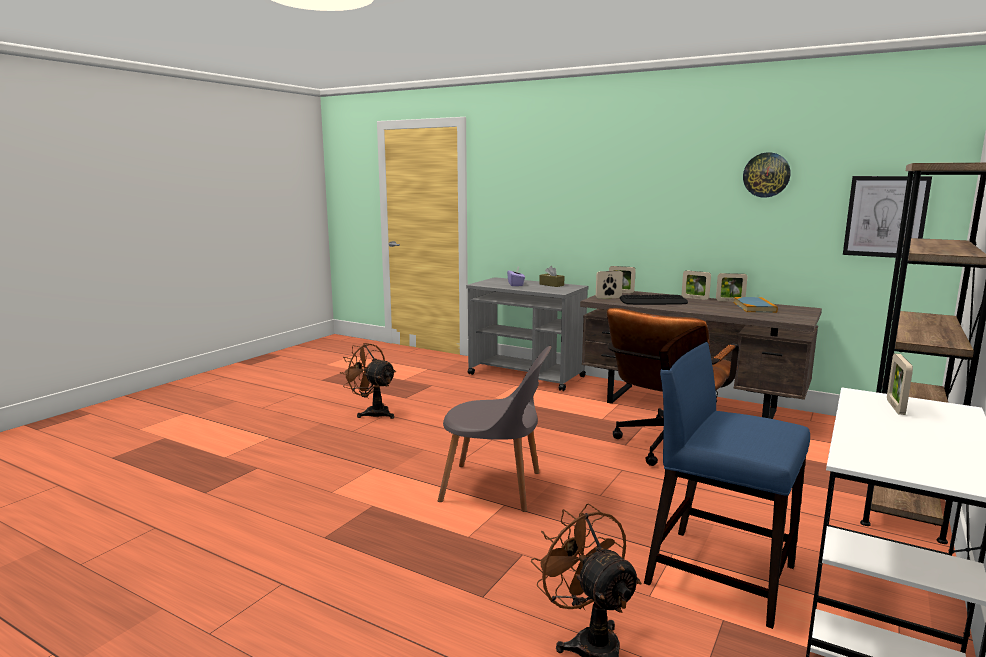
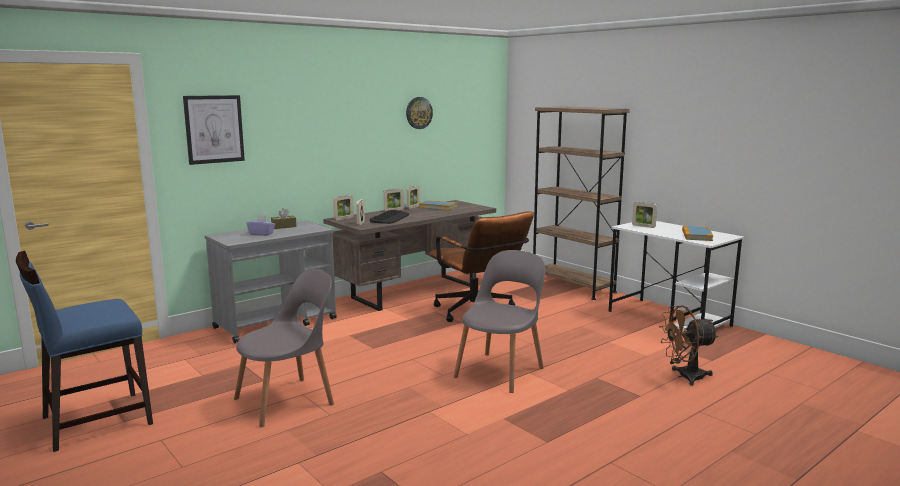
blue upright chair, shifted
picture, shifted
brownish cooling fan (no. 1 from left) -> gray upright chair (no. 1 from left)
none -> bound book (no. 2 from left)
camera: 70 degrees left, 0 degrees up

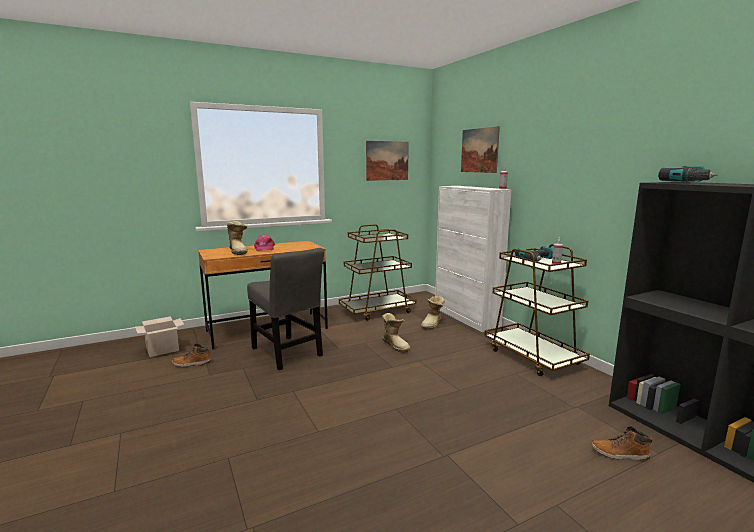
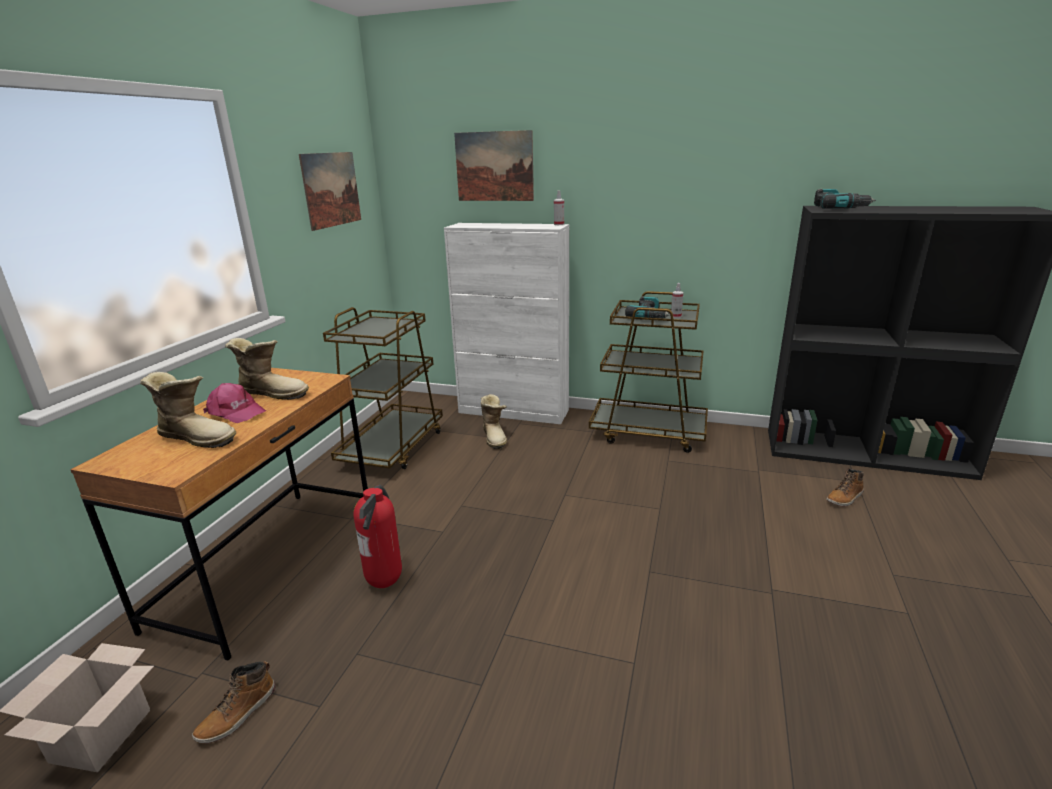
high-top boot (no. 3 from left), shifted
gray upright chair -> extinguisher
camera: 45 degrees left, 10 degrees up

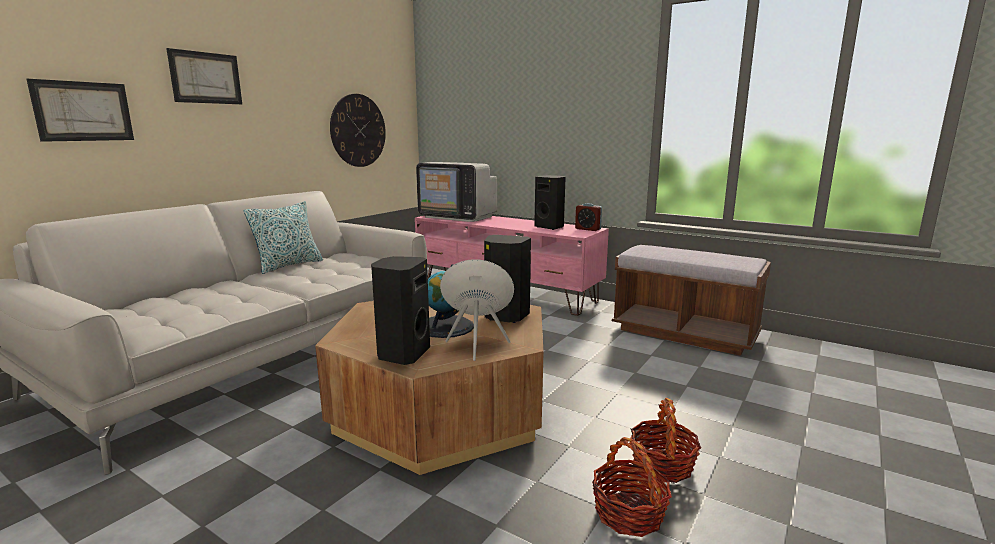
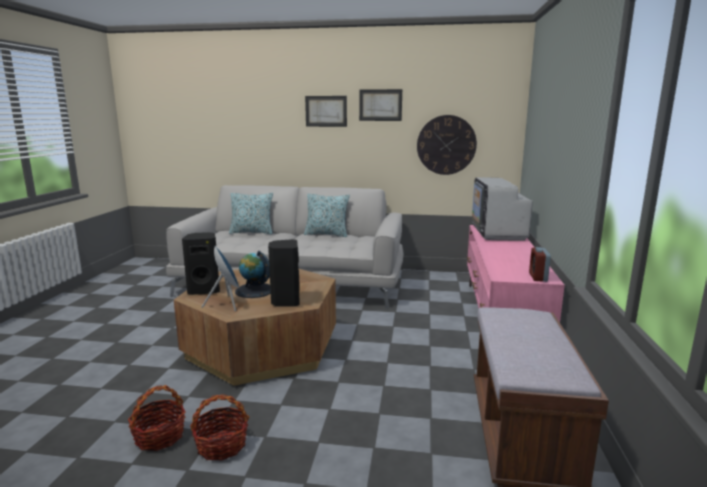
none -> cushion (no. 1 from left)
picture (no. 1 from left in the first image) -> picture (no. 2 from left), shifted
black-coloured loudspeaker (no. 3 from left) -> none
camera: 65 degrees right, 0 degrees up

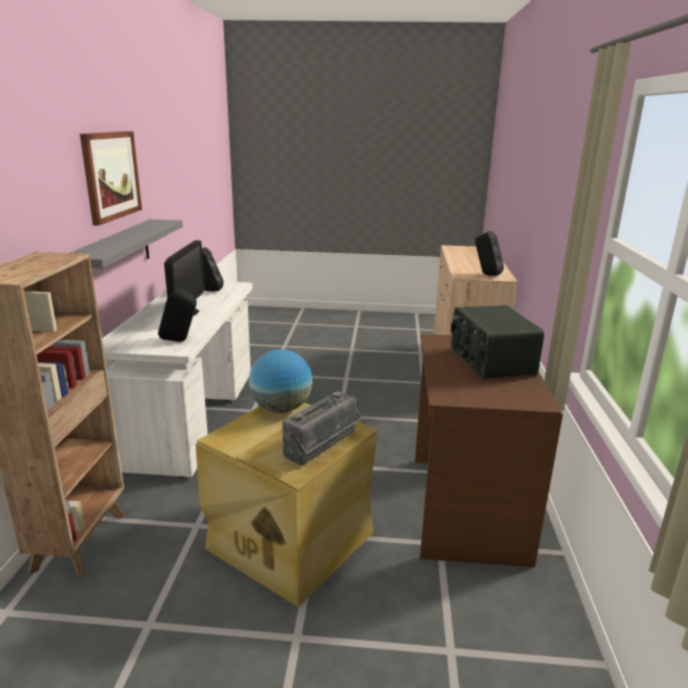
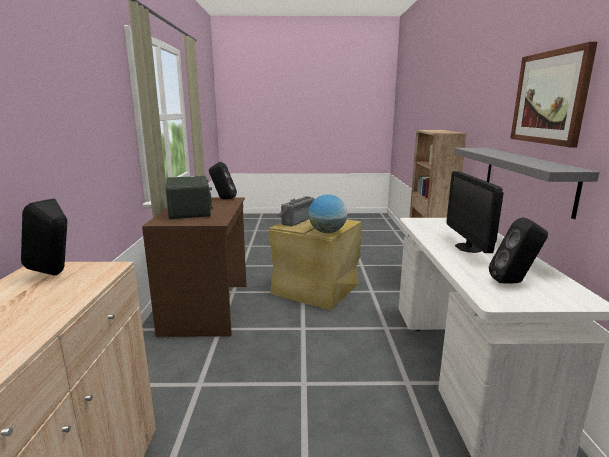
black-coloured loudspeaker (no. 1 from left in the first image) -> black-coloured loudspeaker (no. 2 from left), shifted
camera: 175 degrees right, 5 degrees down

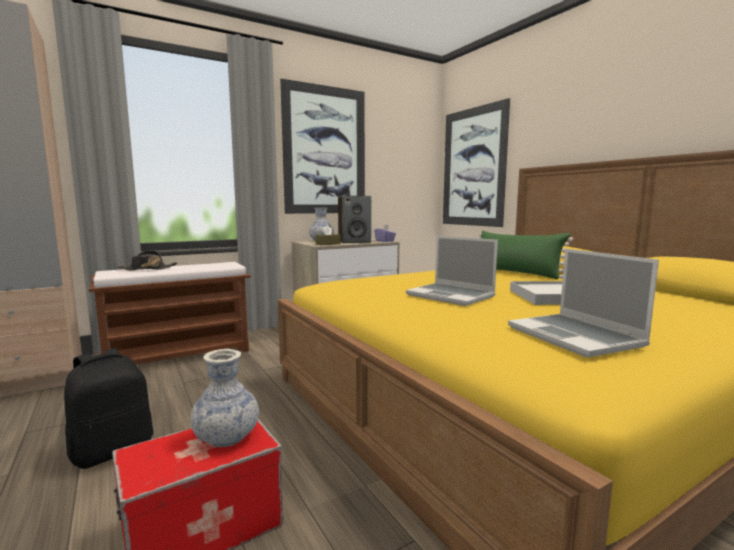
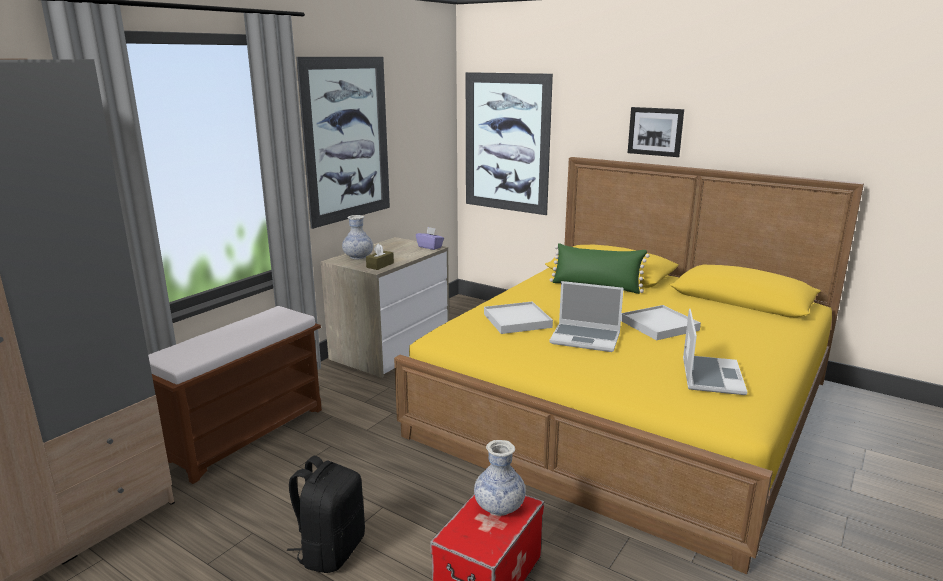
none -> white-coloured carrying tray (no. 1 from left)
none -> picture (no. 3 from left)
portable computer (no. 2 from left), 120 degrees counterclockwise
black-coloured hat -> none
loudspeaker -> none
camera: 25 degrees left, 10 degrees up

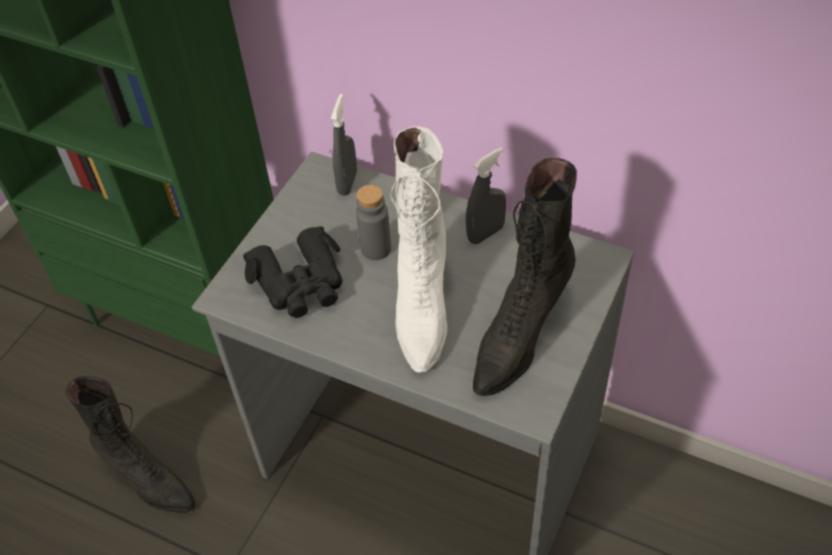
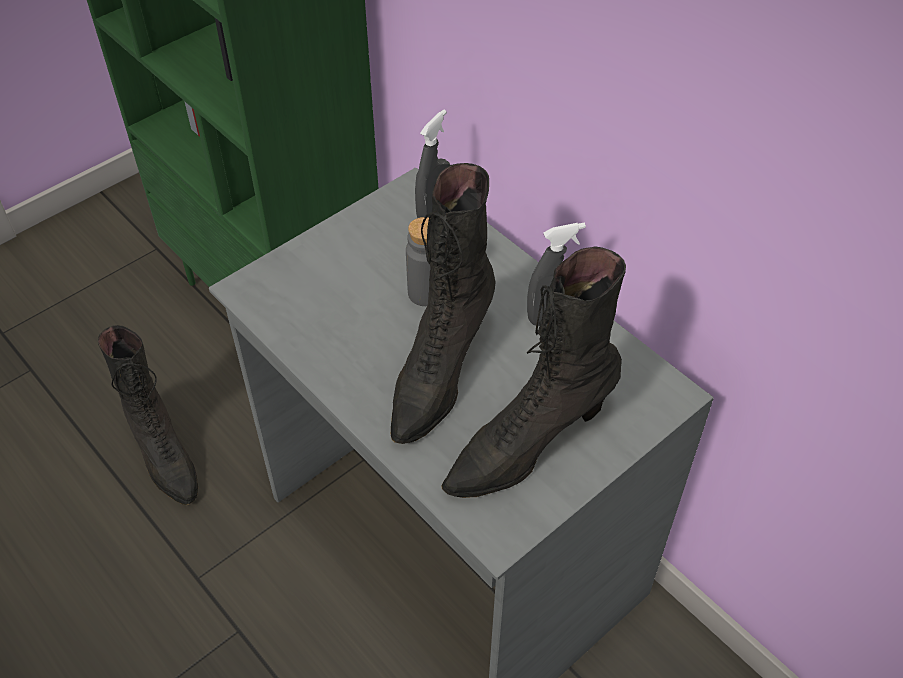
white-coloured high-top boot -> black-coloured high-top boot (no. 2 from left)
black-coloured field glasses -> none
camera: 20 degrees right, 0 degrees up

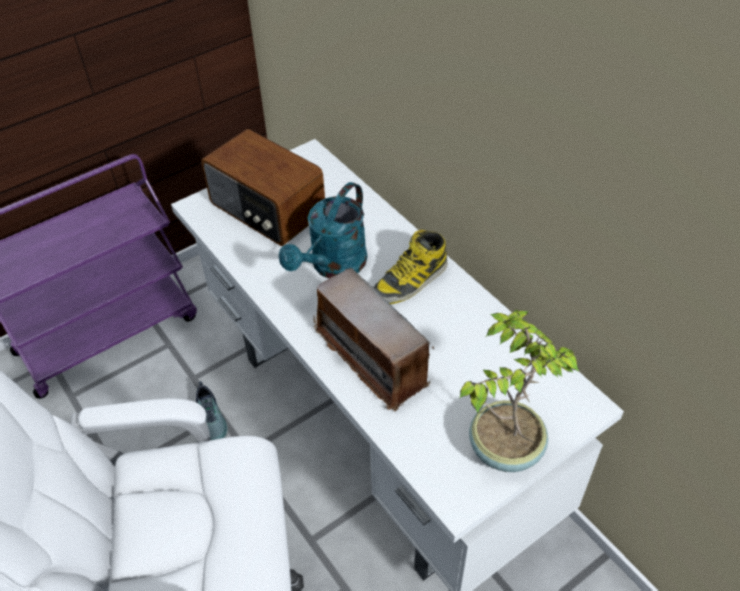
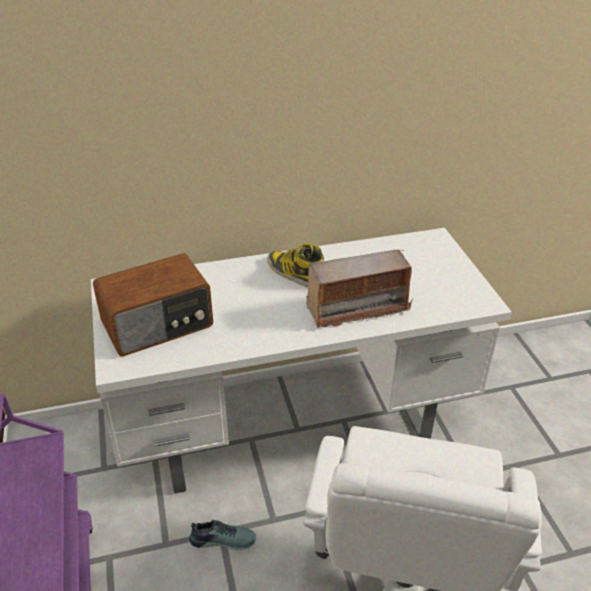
high-top boot, 150 degrees clockwise
blue-green watering pot -> none
potted plant -> none
camera: 70 degrees left, 10 degrees down

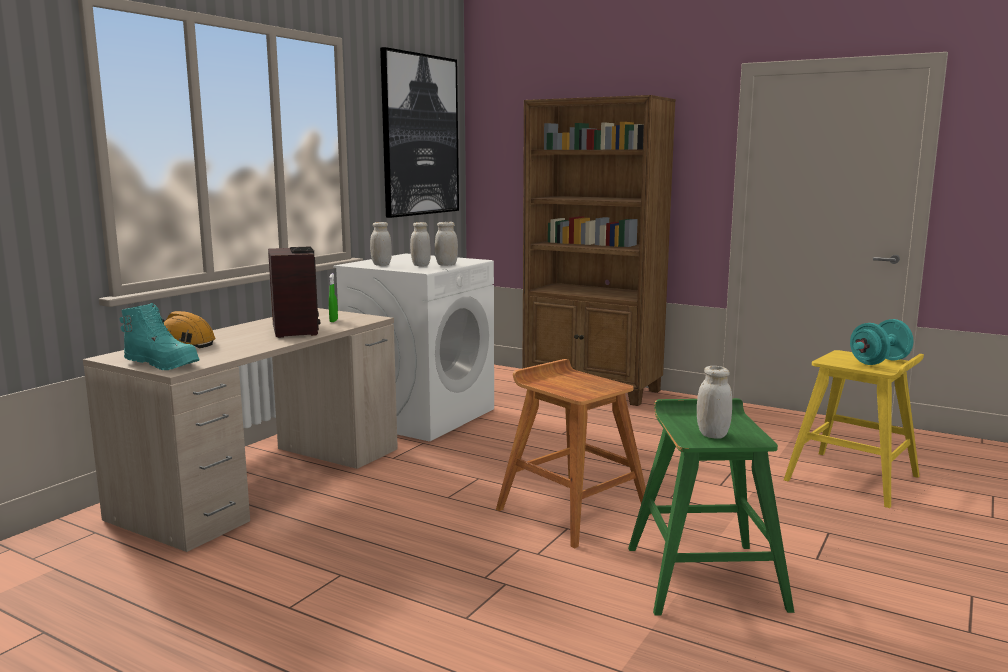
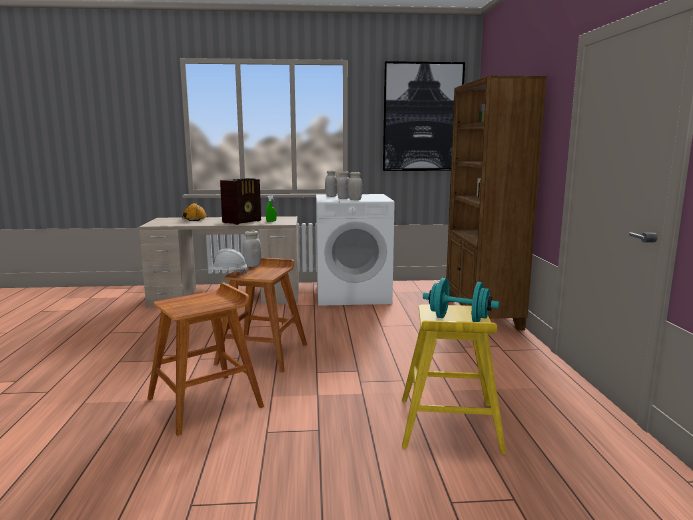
greenish stool seat -> brownish stool seat (no. 1 from left)
none -> white-coloured work helmet
white-coloured jar (no. 4 from left in the first image) -> white-coloured jar (no. 1 from left), shifted
blue-green high-top boot -> none
camera: 55 degrees right, 0 degrees up

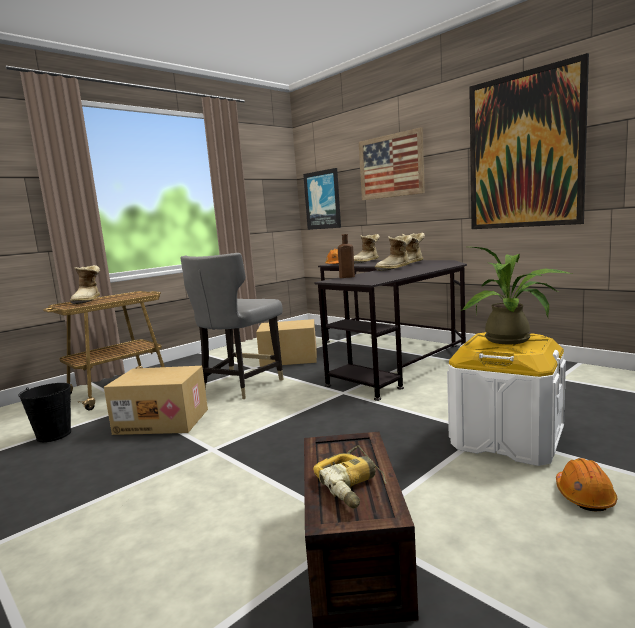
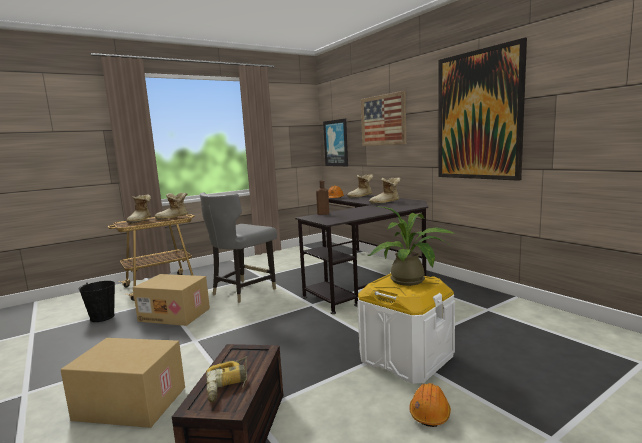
cardboard box (no. 2 from left in the first image) -> cardboard box (no. 1 from left), shifted
high-top boot (no. 3 from left in the first image) -> high-top boot (no. 2 from left), shifted
camera: 10 degrees right, 0 degrees up

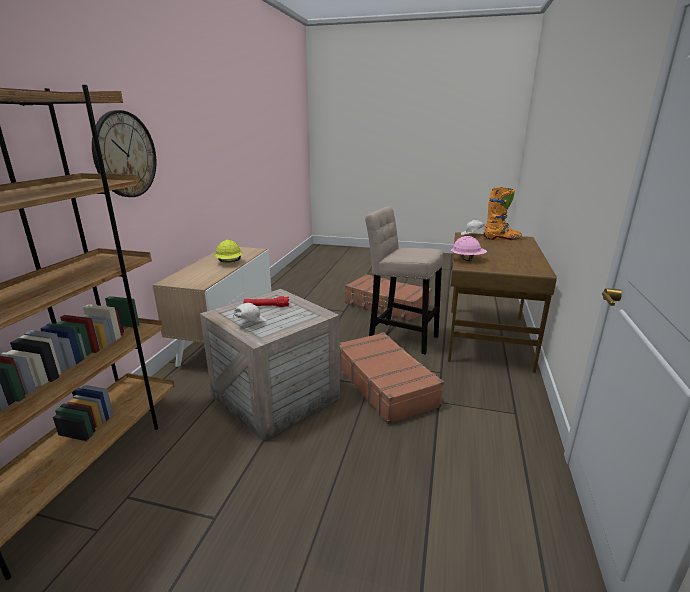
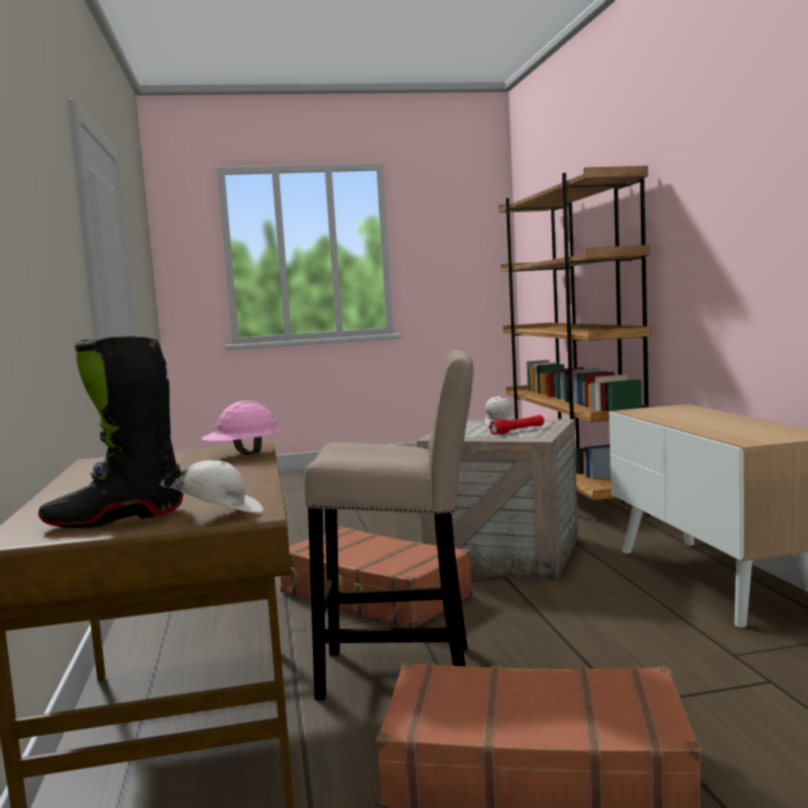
orange-coloured high-top boot -> black-coloured high-top boot
wall clock -> none
yellow work helmet -> none
camera: 155 degrees right, 15 degrees down

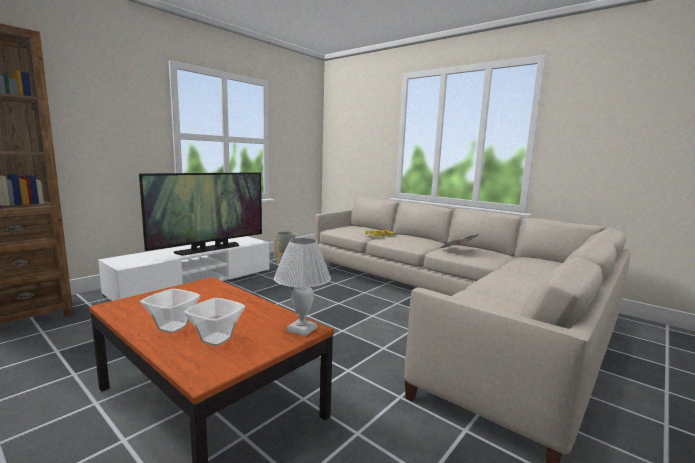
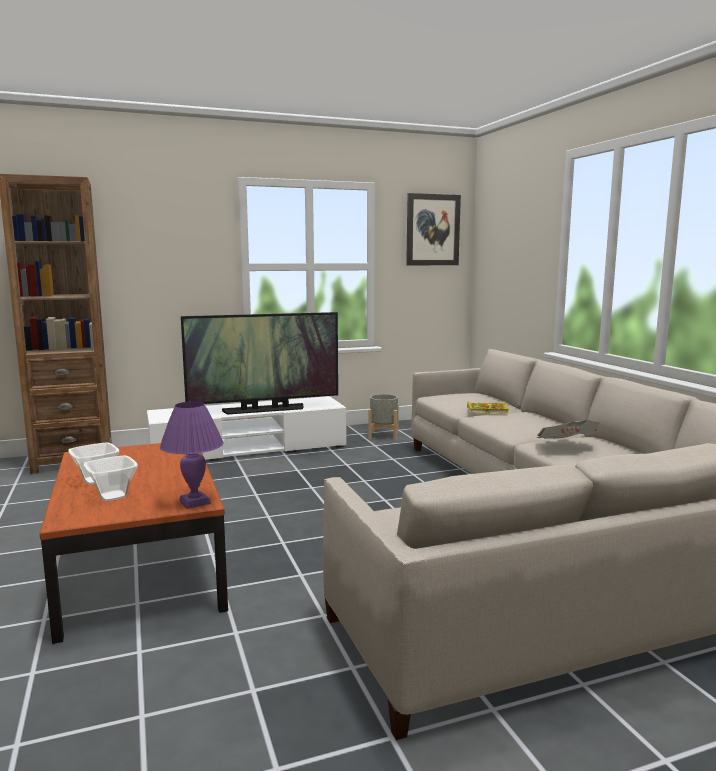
white-coloured tabletop lamp -> purple tabletop lamp
none -> picture
camera: 30 degrees right, 0 degrees up

